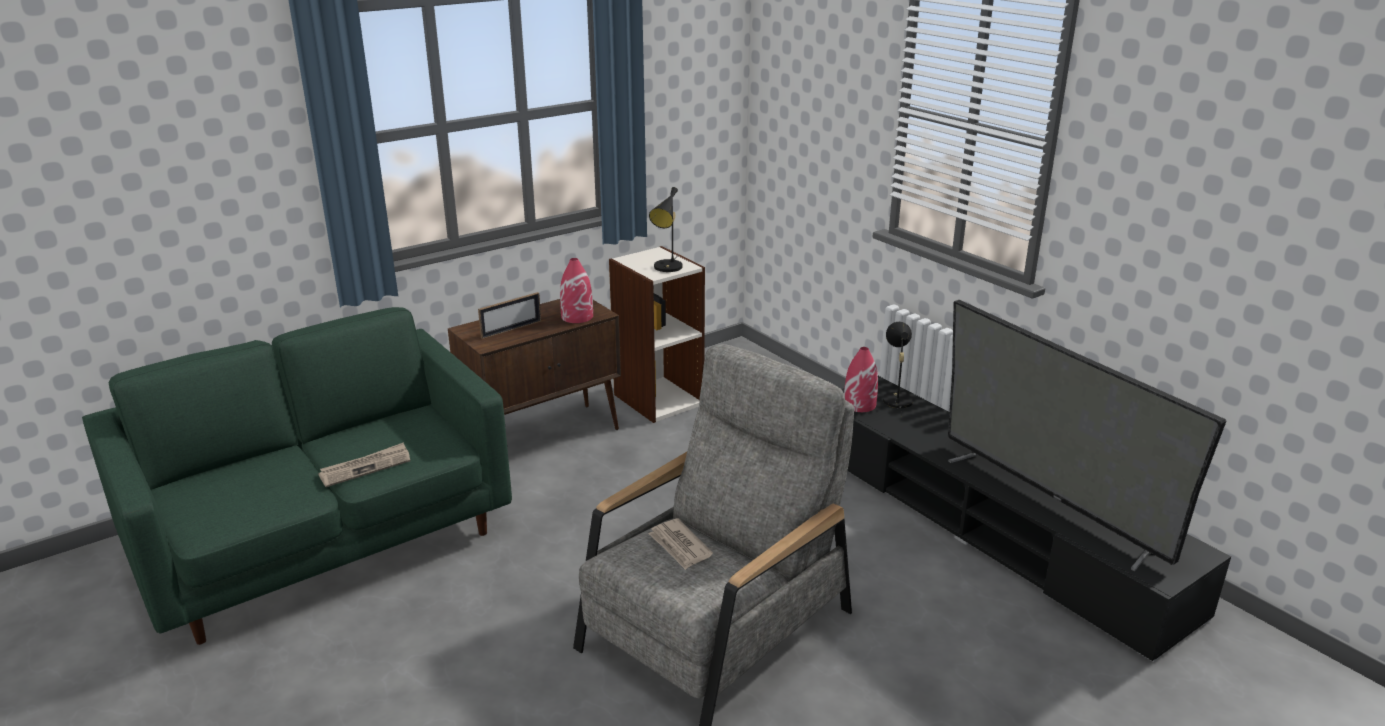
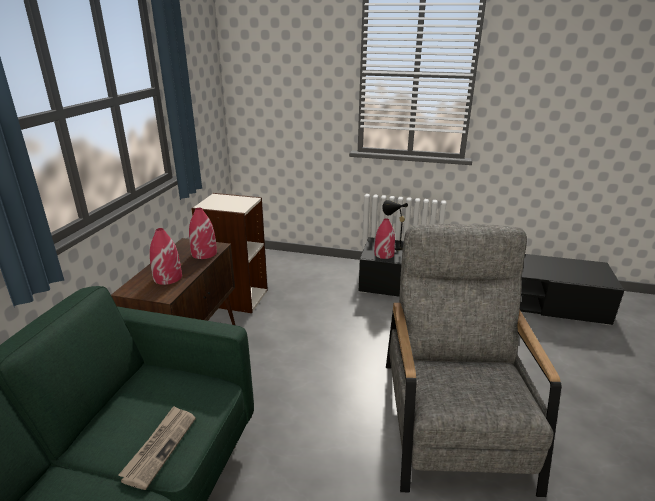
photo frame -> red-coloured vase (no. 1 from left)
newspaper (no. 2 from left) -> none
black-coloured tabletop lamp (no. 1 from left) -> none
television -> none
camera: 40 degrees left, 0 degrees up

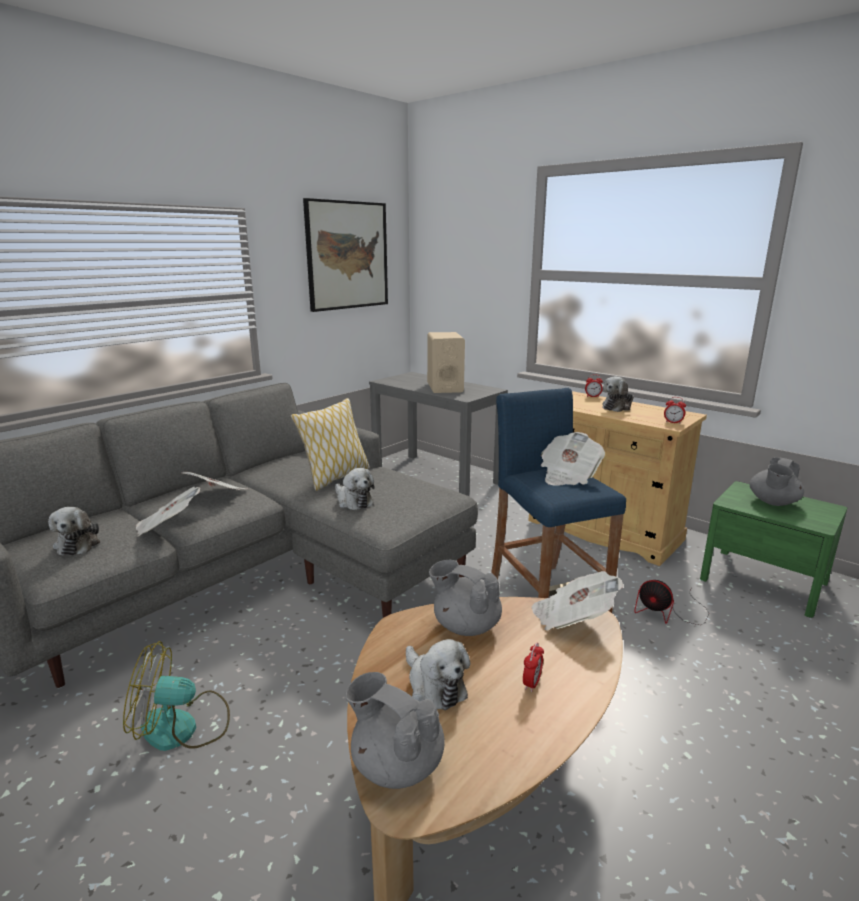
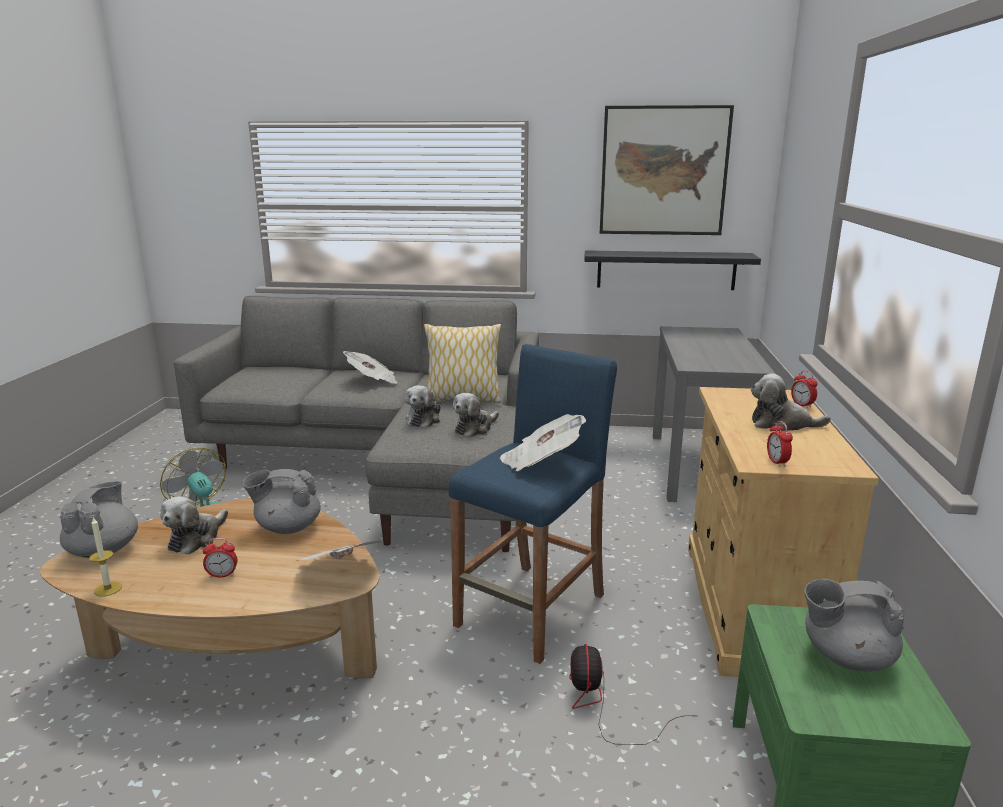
none -> wax light
gray tea pot (no. 2 from left), 90 degrees counterclockwise
cuddly toy (no. 1 from left in the first image) -> cuddly toy (no. 3 from left), shifted
none -> black-coloured wall shelf
newspaper (no. 1 from left) -> none
beige-coloured loudspeaker -> none
camera: 55 degrees right, 0 degrees up

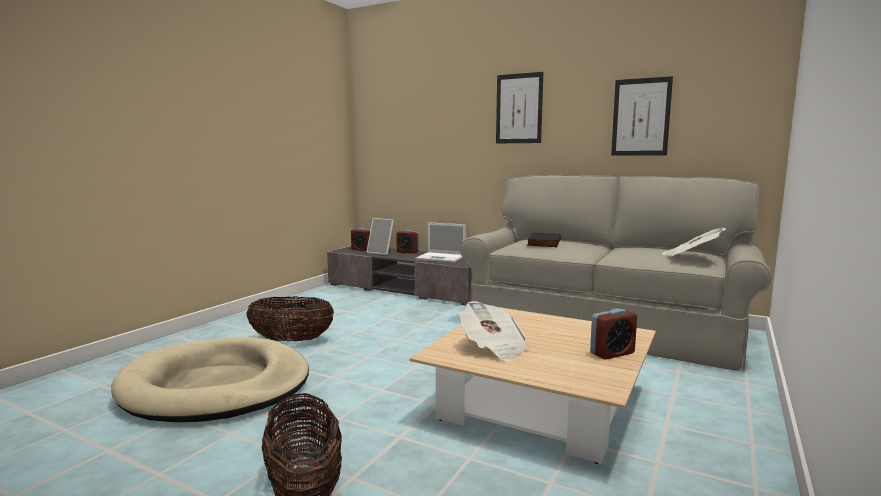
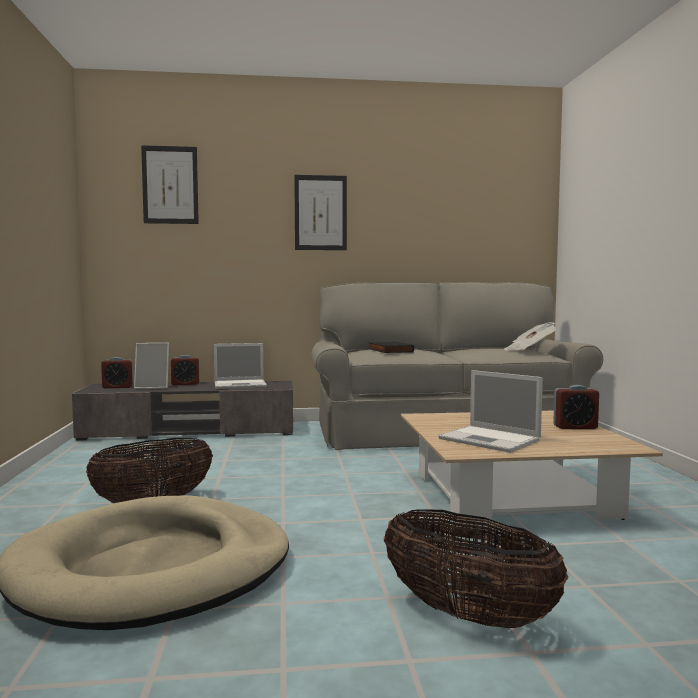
picture (no. 2 from left in the first image) -> picture (no. 1 from left), shifted
newspaper (no. 1 from left) -> portable computer (no. 2 from left)
bedside clock (no. 3 from left), 60 degrees clockwise
camera: 35 degrees left, 5 degrees down

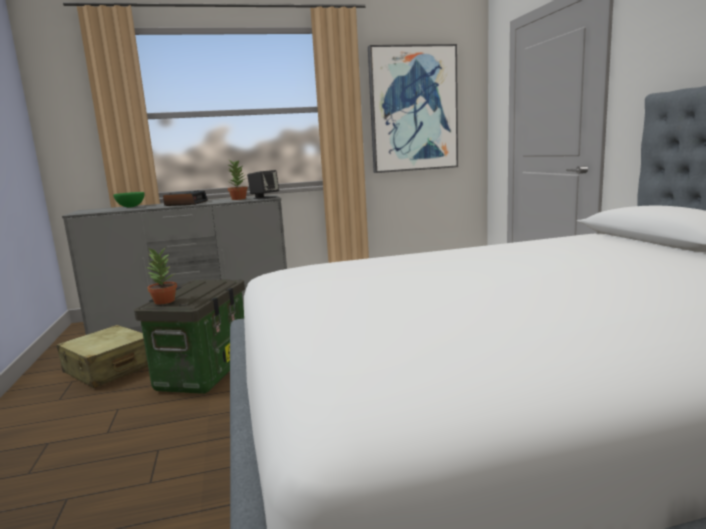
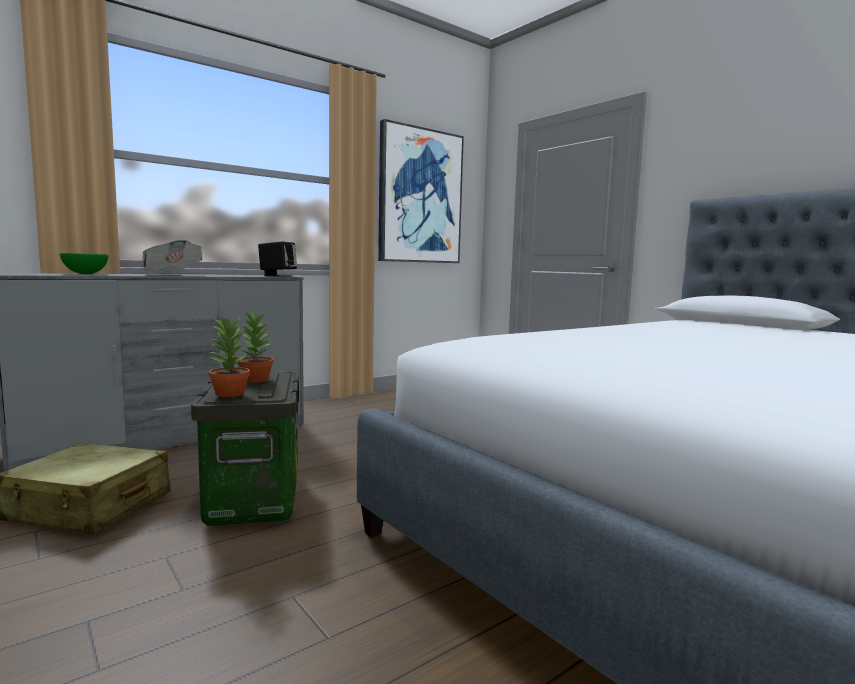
bedside clock -> newspaper
potted plant (no. 2 from left), shifted
camera: 25 degrees left, 5 degrees down

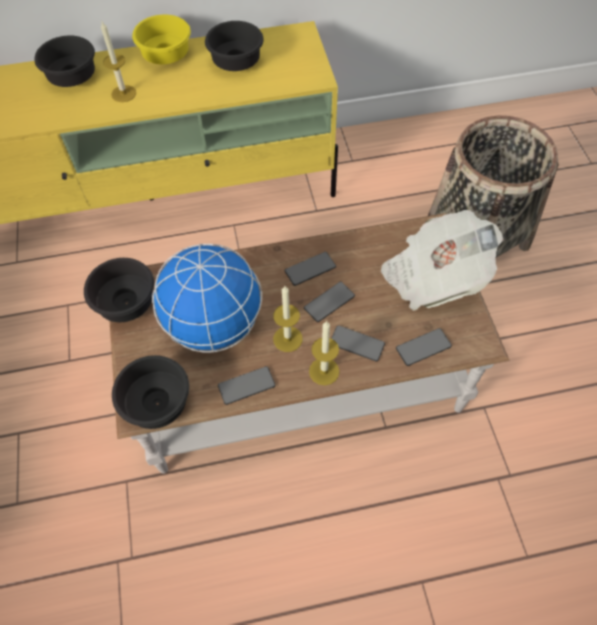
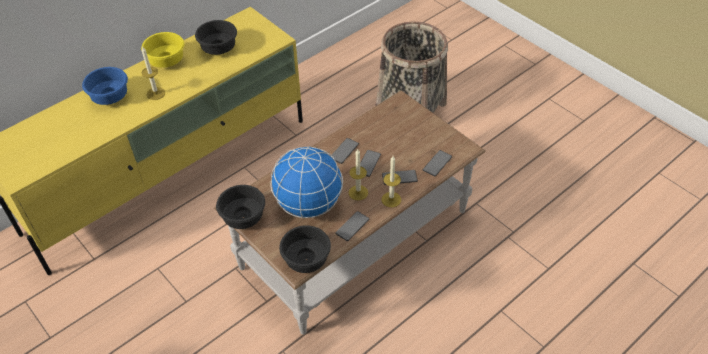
black-coloured bowl (no. 1 from left) -> blue bowl
newspaper -> none
camera: 30 degrees left, 10 degrees down

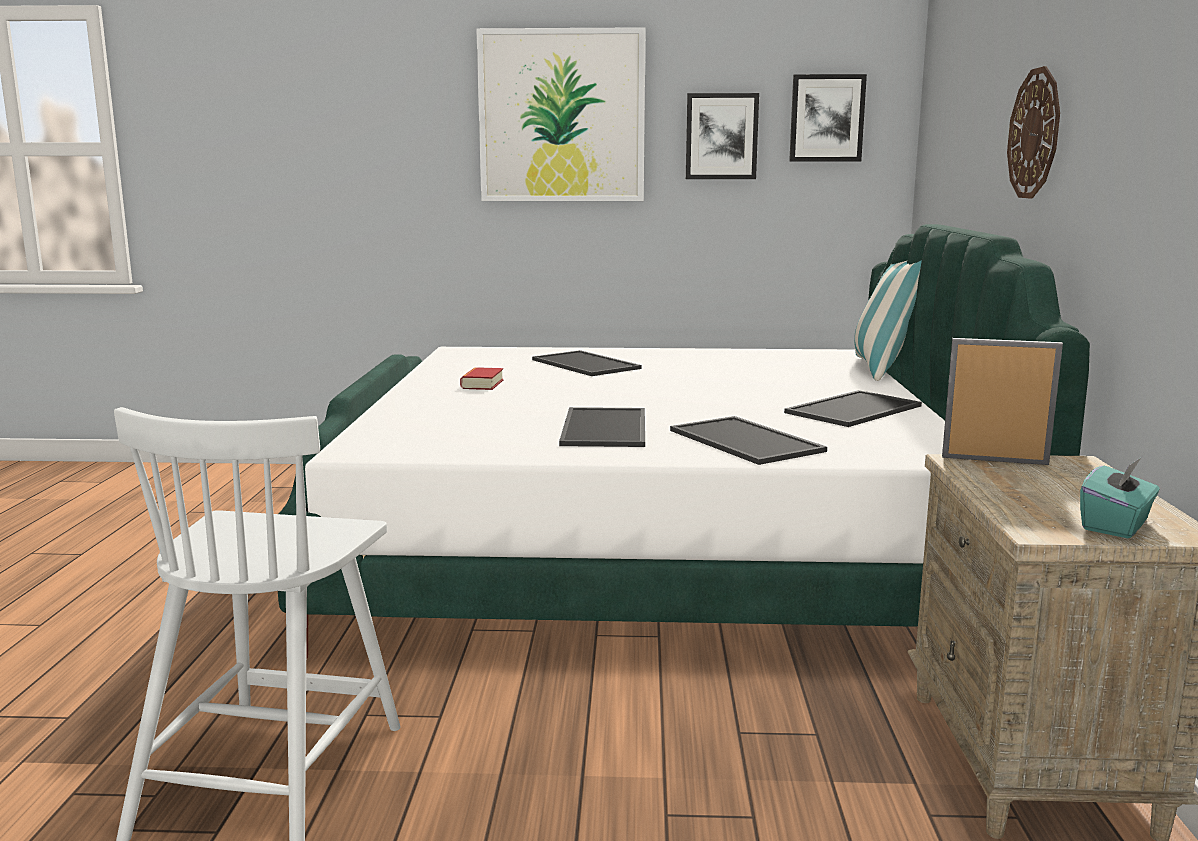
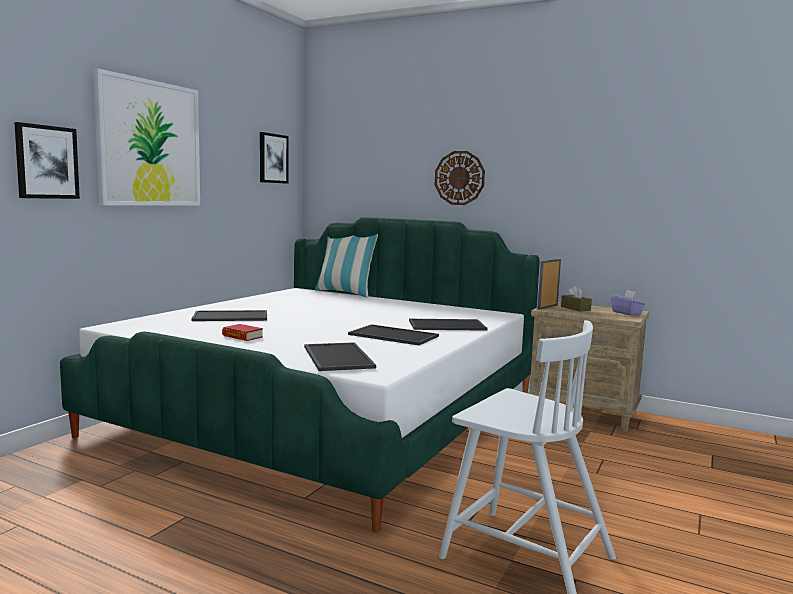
picture (no. 2 from left in the first image) -> picture (no. 1 from left), shifted
carrying tray (no. 4 from left in the first image) -> carrying tray (no. 2 from left), shifted
none -> brownish tissue holder
blue-green tissue holder -> purple tissue holder
camera: 65 degrees left, 5 degrees down

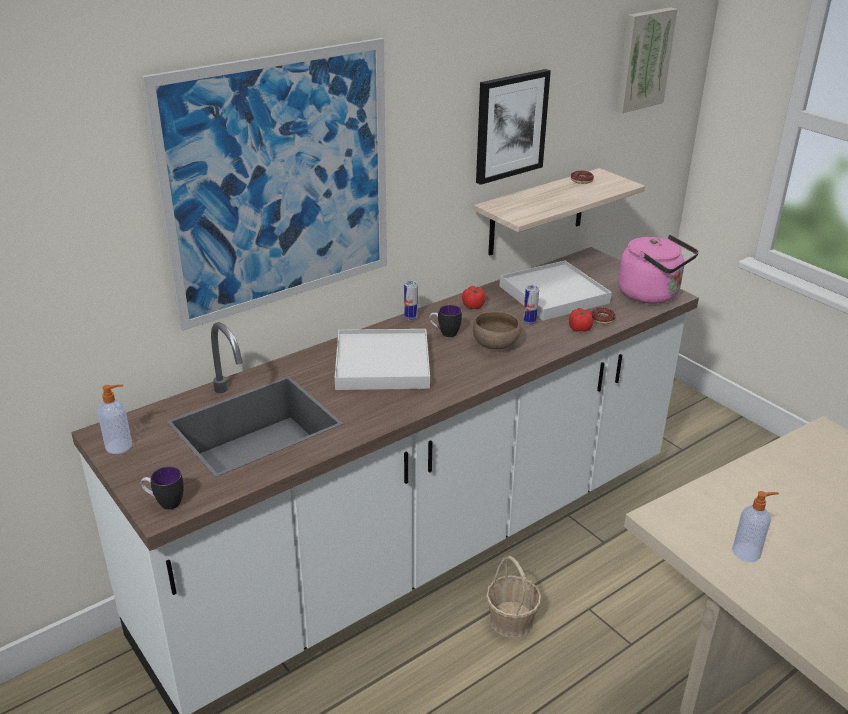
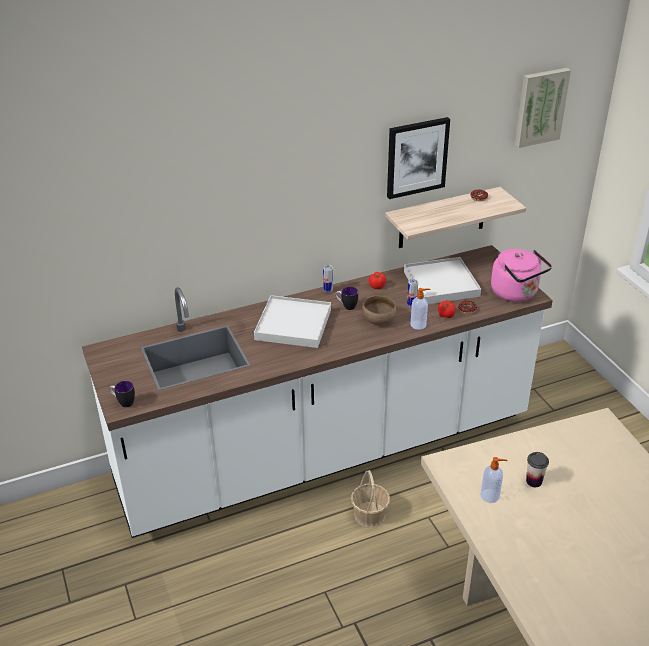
soap bottle (no. 1 from left), shifted
none -> small cup
picture (no. 1 from left) -> none
camera: 15 degrees right, 5 degrees up

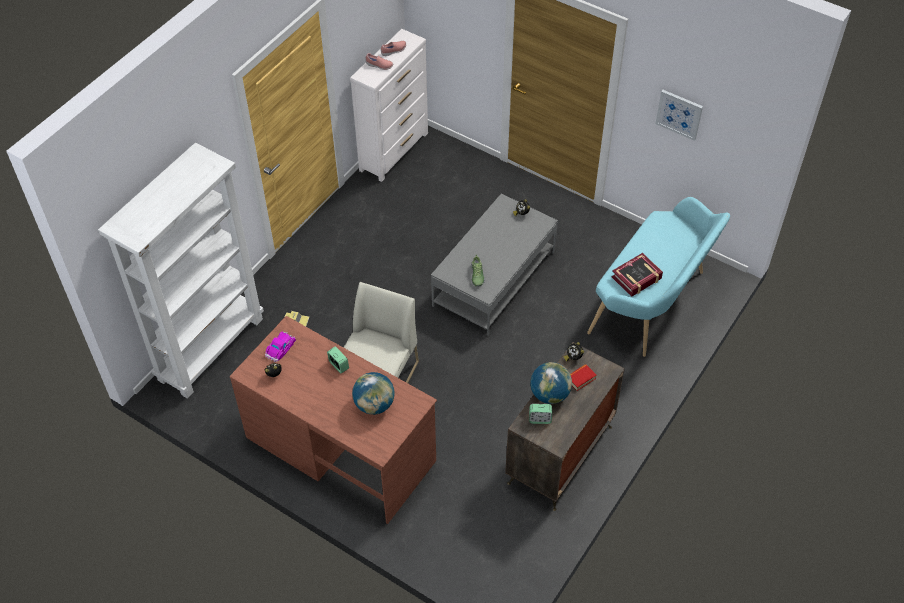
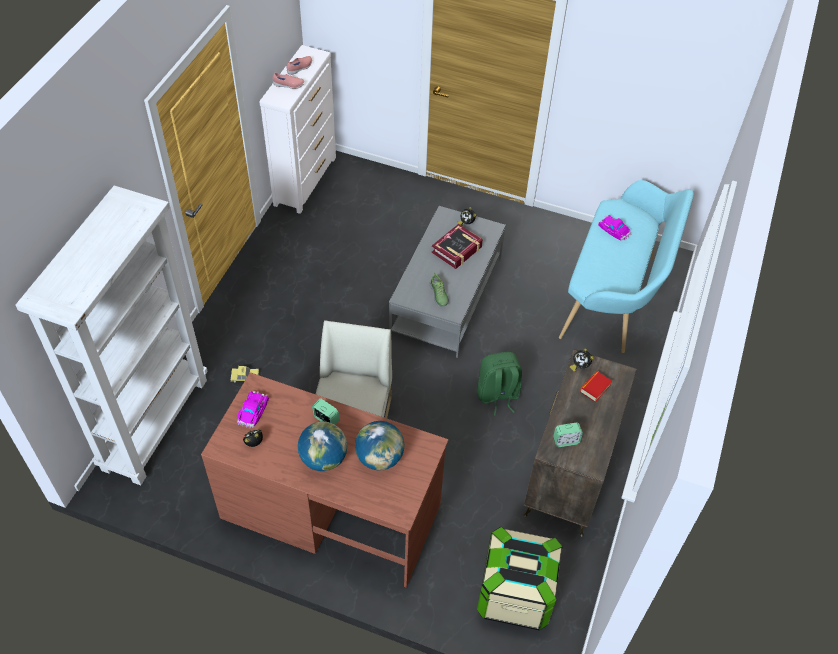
world globe (no. 2 from left in the first image) -> world globe (no. 1 from left), shifted
bound book (no. 2 from left in the first image) -> bound book (no. 1 from left), shifted
none -> greenish knapsack
none -> storage bin
none -> toy car (no. 3 from left)
picture -> none
camera: 15 degrees left, 0 degrees up

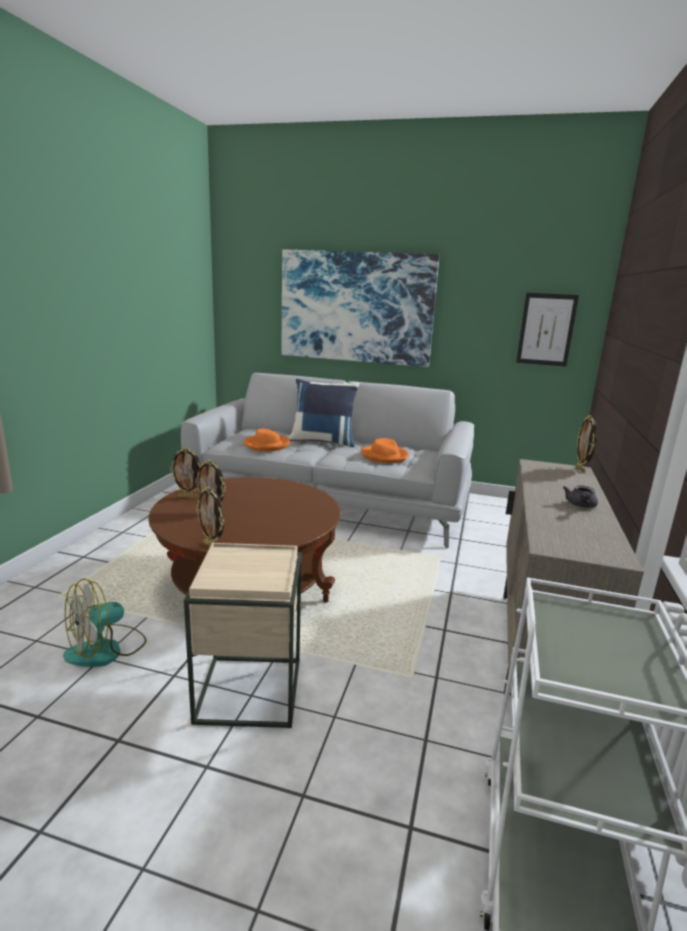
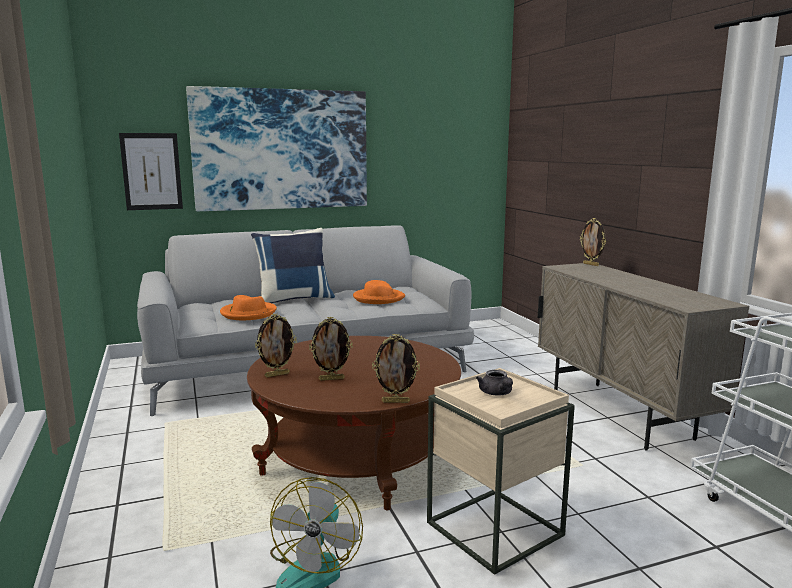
picture (no. 2 from left in the first image) -> picture (no. 1 from left), shifted
gray tea pot, shifted
camera: 35 degrees left, 5 degrees down

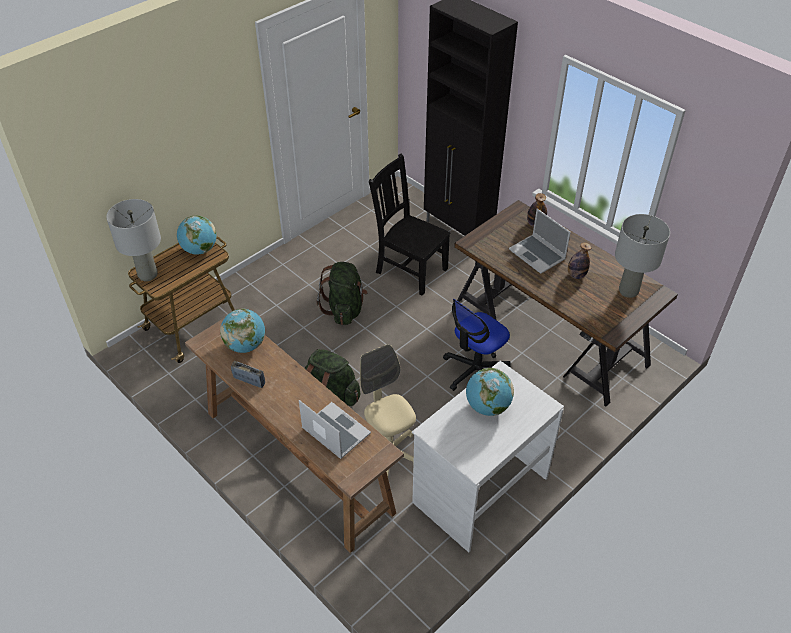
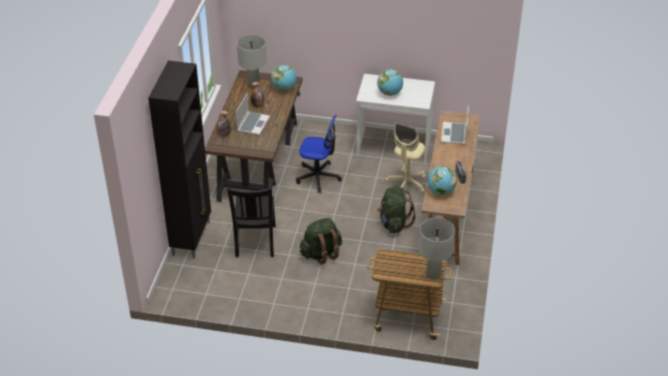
world globe (no. 1 from left), shifted
camera: 125 degrees left, 5 degrees down

